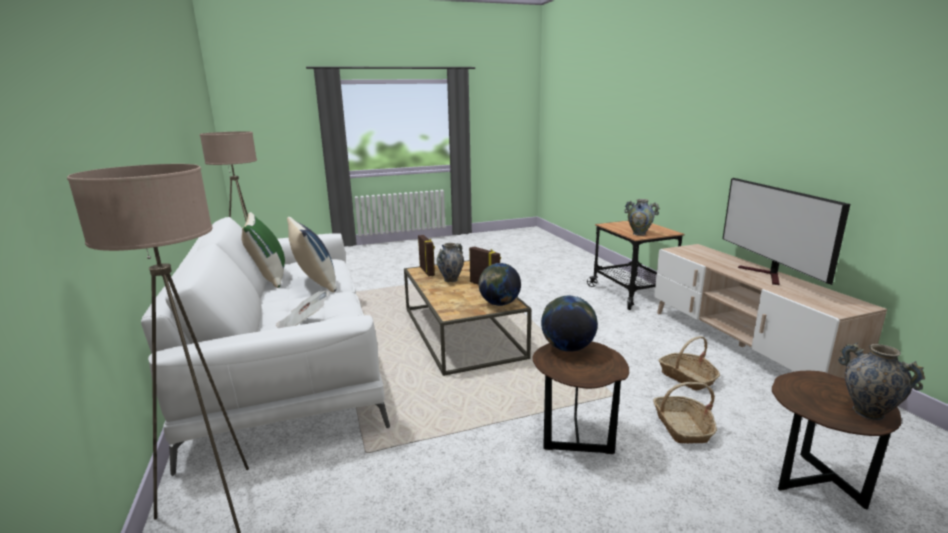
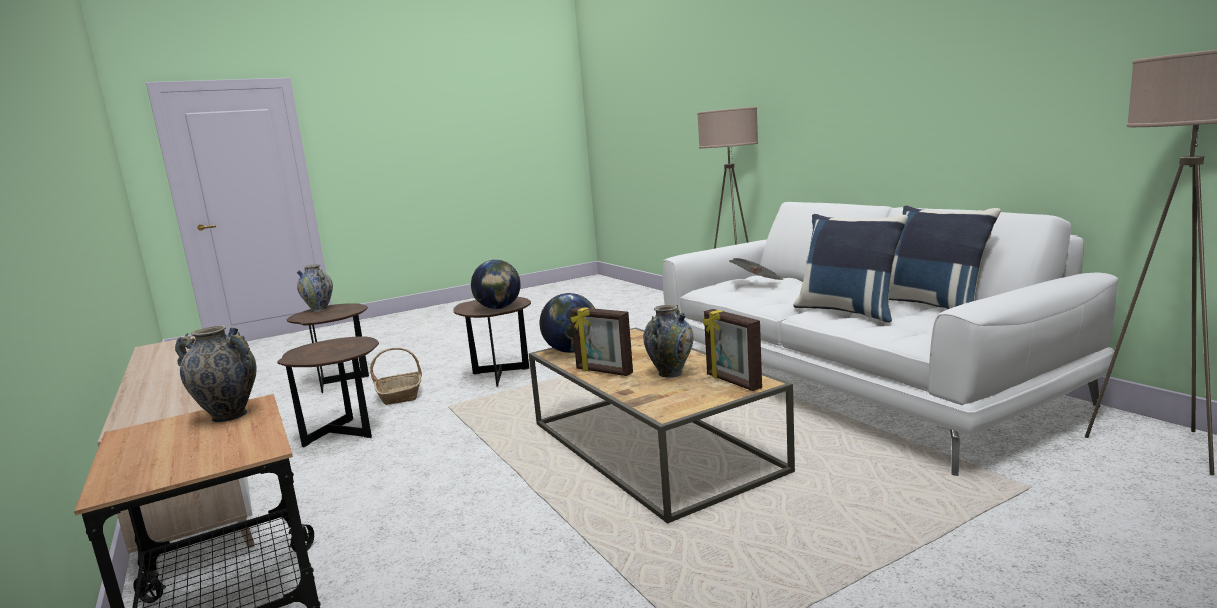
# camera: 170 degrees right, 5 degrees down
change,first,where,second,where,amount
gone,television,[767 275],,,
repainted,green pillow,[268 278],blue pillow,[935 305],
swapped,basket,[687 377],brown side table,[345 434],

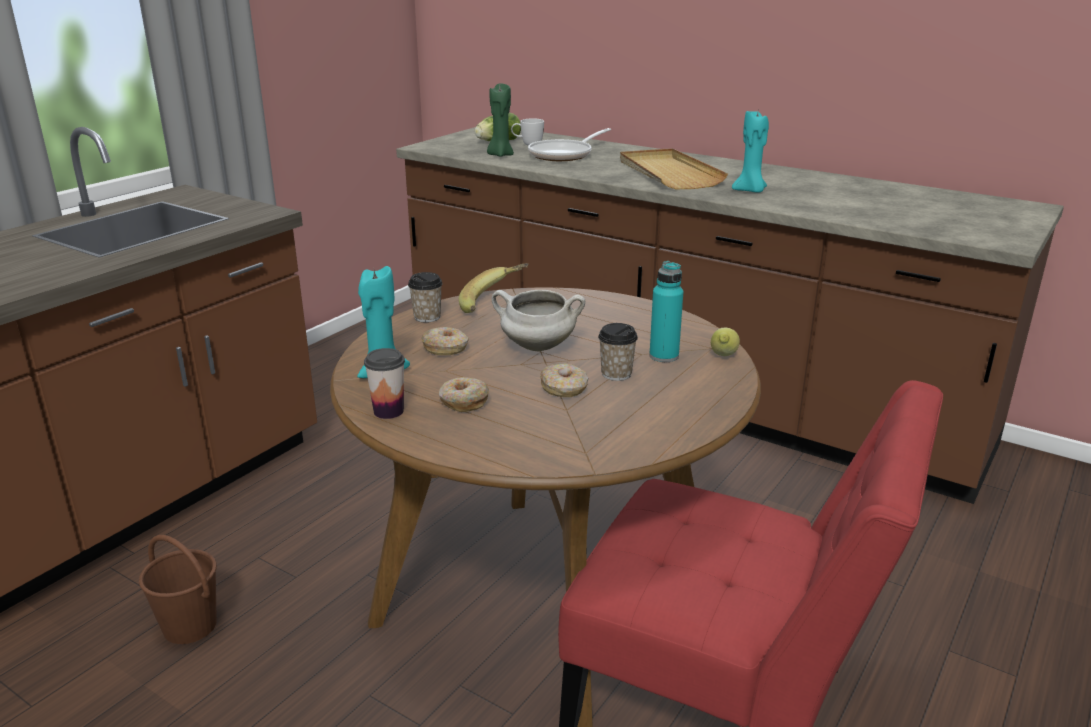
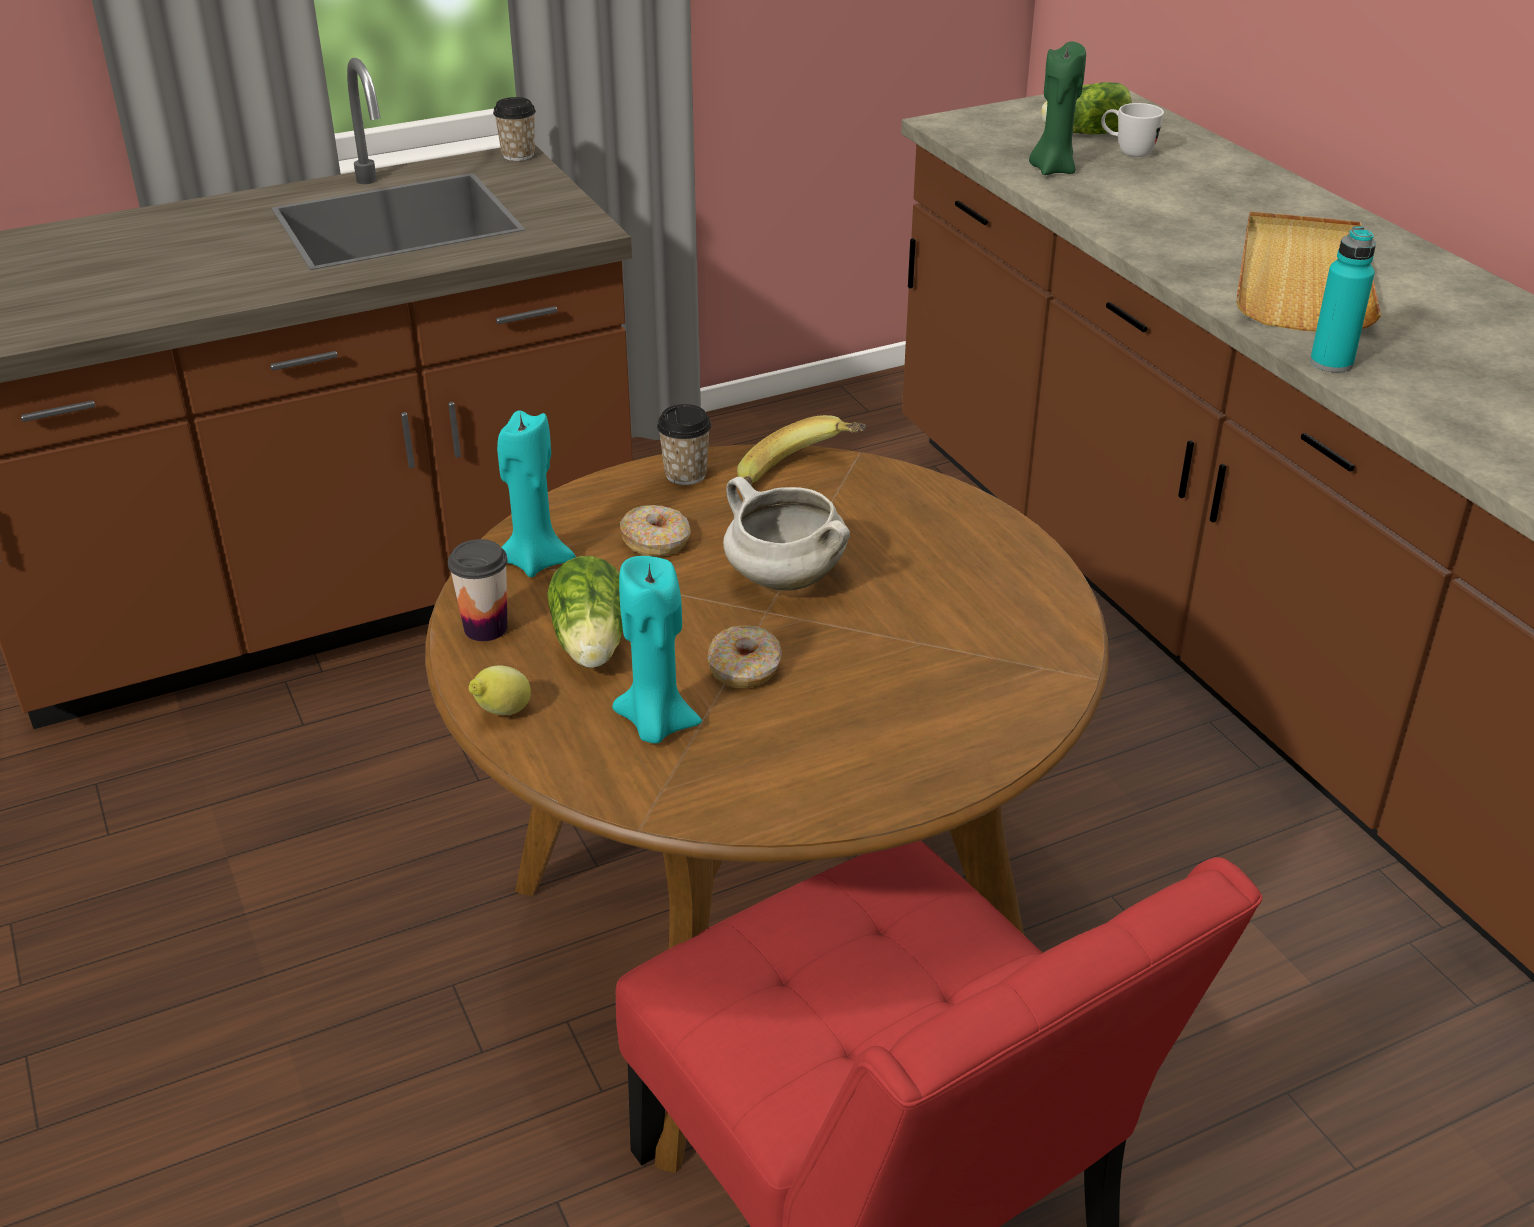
# camera: 30 degrees right, 10 degrees up
change,first,where,second,where,amount
shifted,turquoise candle,[750 191],,[656 725],
gone,frying pan,[564 155],,,
shifted,turquoise bottle,[664 356],,[1331 363],
shifted,cup,[616 374],,[518 155],
shifted,lemon,[723 356],,[501 713],
swapped,donut,[463 402],lettuce,[590 645],
gone,brown bucket,[189 626],,,

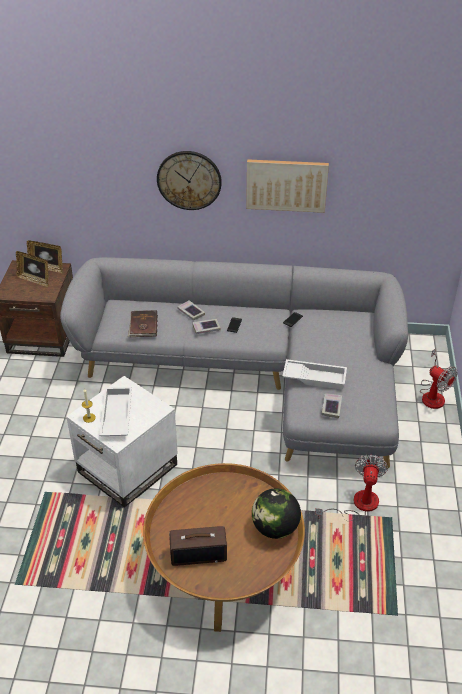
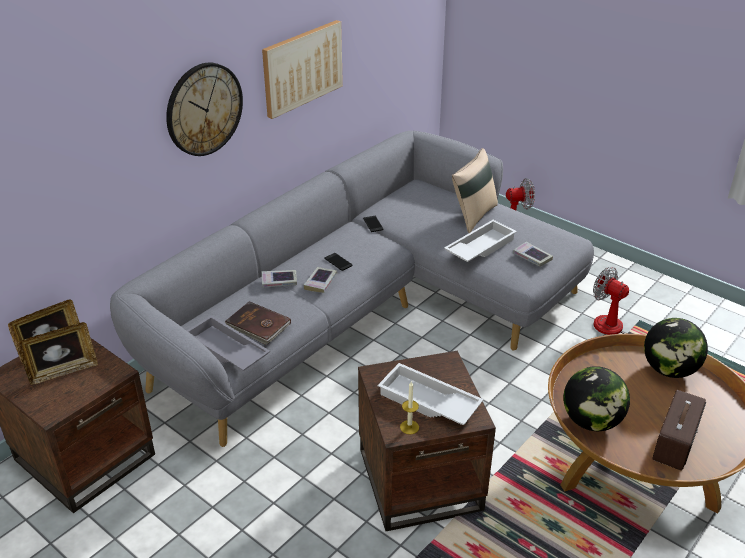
# camera: 55 degrees left, 5 degrees down
change,first,where,second,where,amount
repainted,white side table,[128 468],brown side table,[421 479],
new,,,beige pillow,[473 215],
new,,,grey tray,[226 350],
new,,,globe,[591 421],

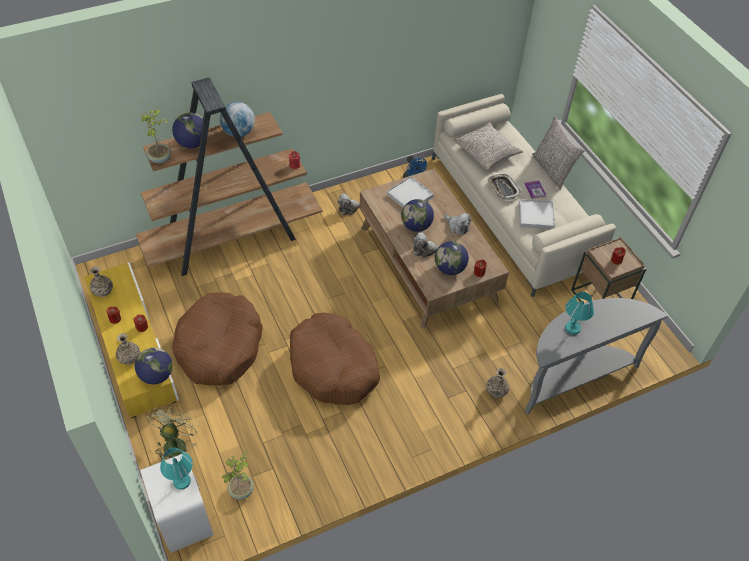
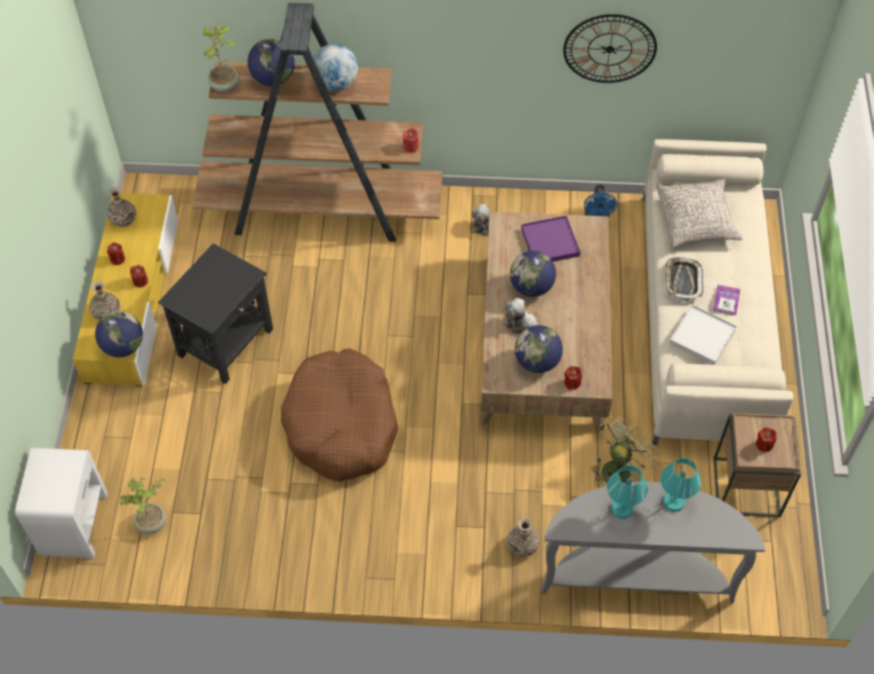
# camera: 30 degrees right, 5 degrees up
change,first,where,second,where,amount
gone,grey pillow,[552 170],,,
repainted,white tray,[409 196],purple tray,[550 242],
gone,plush toy,[457 226],,,
swapped,brown dog bed,[219 347],black side table,[226 341],
shifted,green fan,[175 443],,[618 468],
shifted,turquoise table lamp,[182 481],,[674 501],
new,,,wall clock,[609 49],

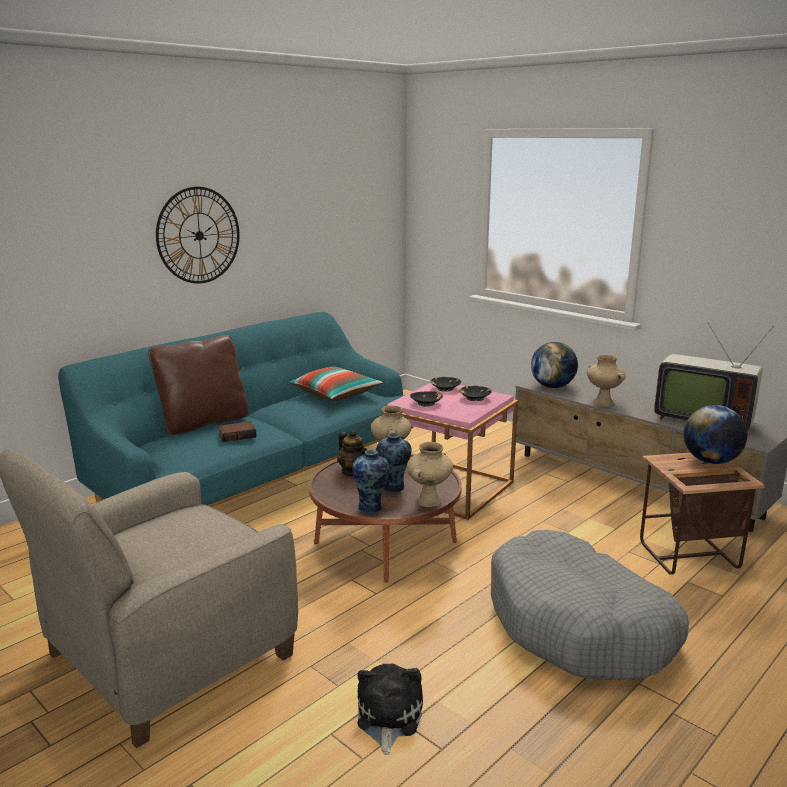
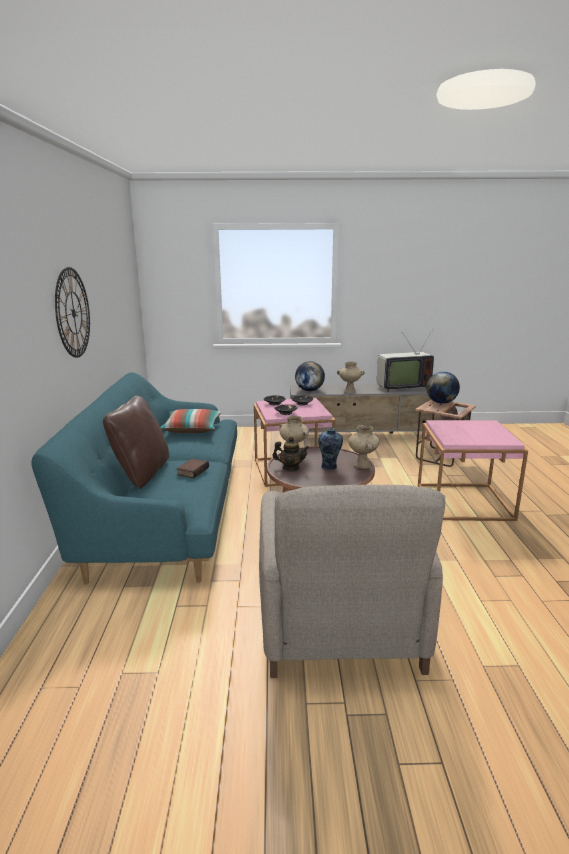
# camera: 45 degrees left, 0 degrees up
change,first,where,second,where,amount
gone,vase,[371 507],,,
swapped,grey dog bed,[579 626],pink side table,[463 501],
gone,plush toy,[388 718],,,

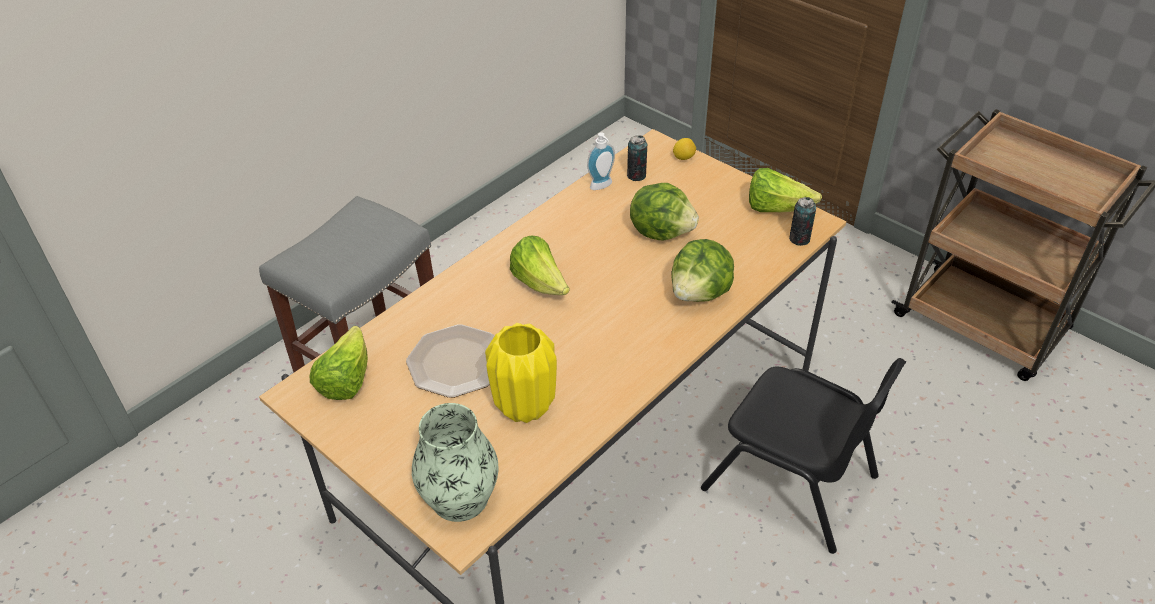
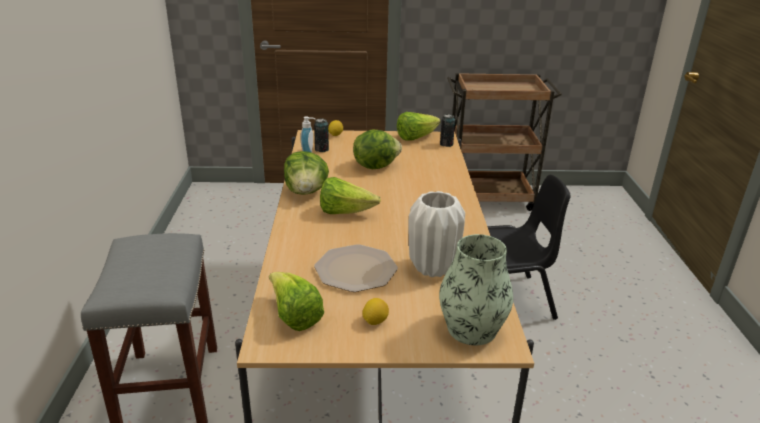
# camera: 45 degrees left, 15 degrees down
change,first,where,second,where,amount
shifted,lettuce,[700 293],,[306 192],
repainted,yellow vase,[524 407],white vase,[433 268],
new,,,lemon,[375 321],

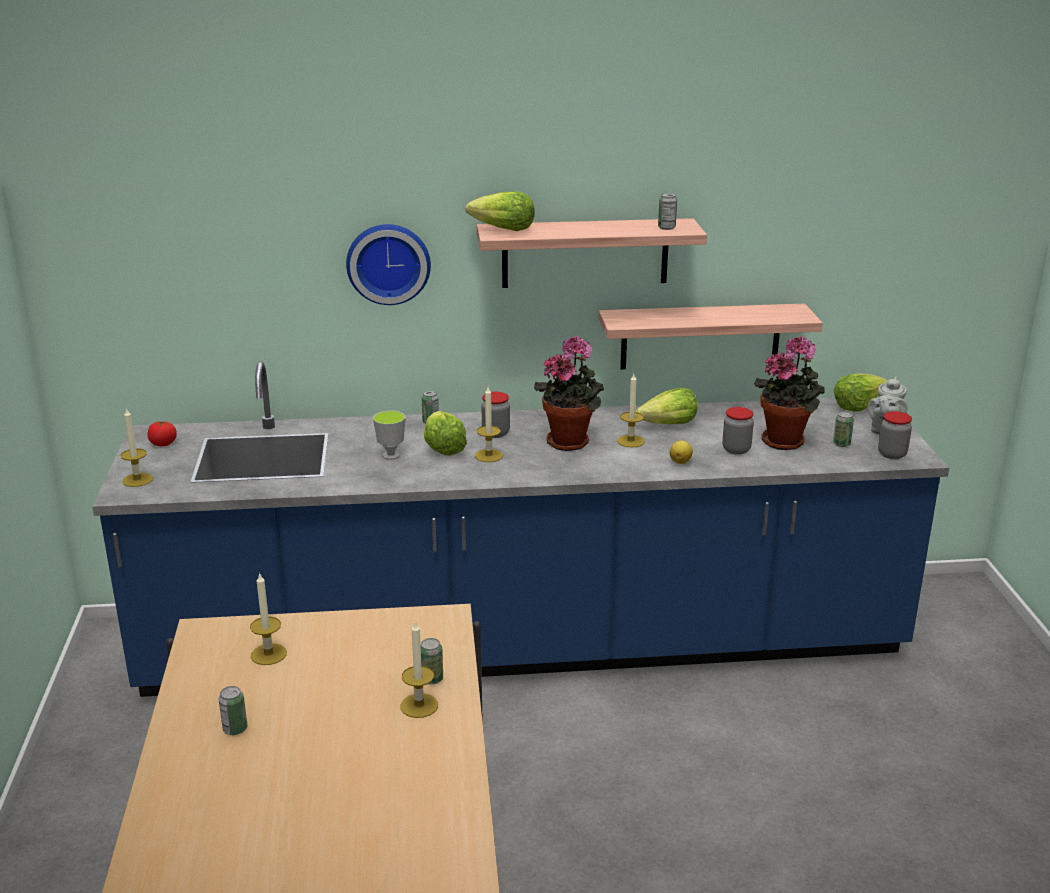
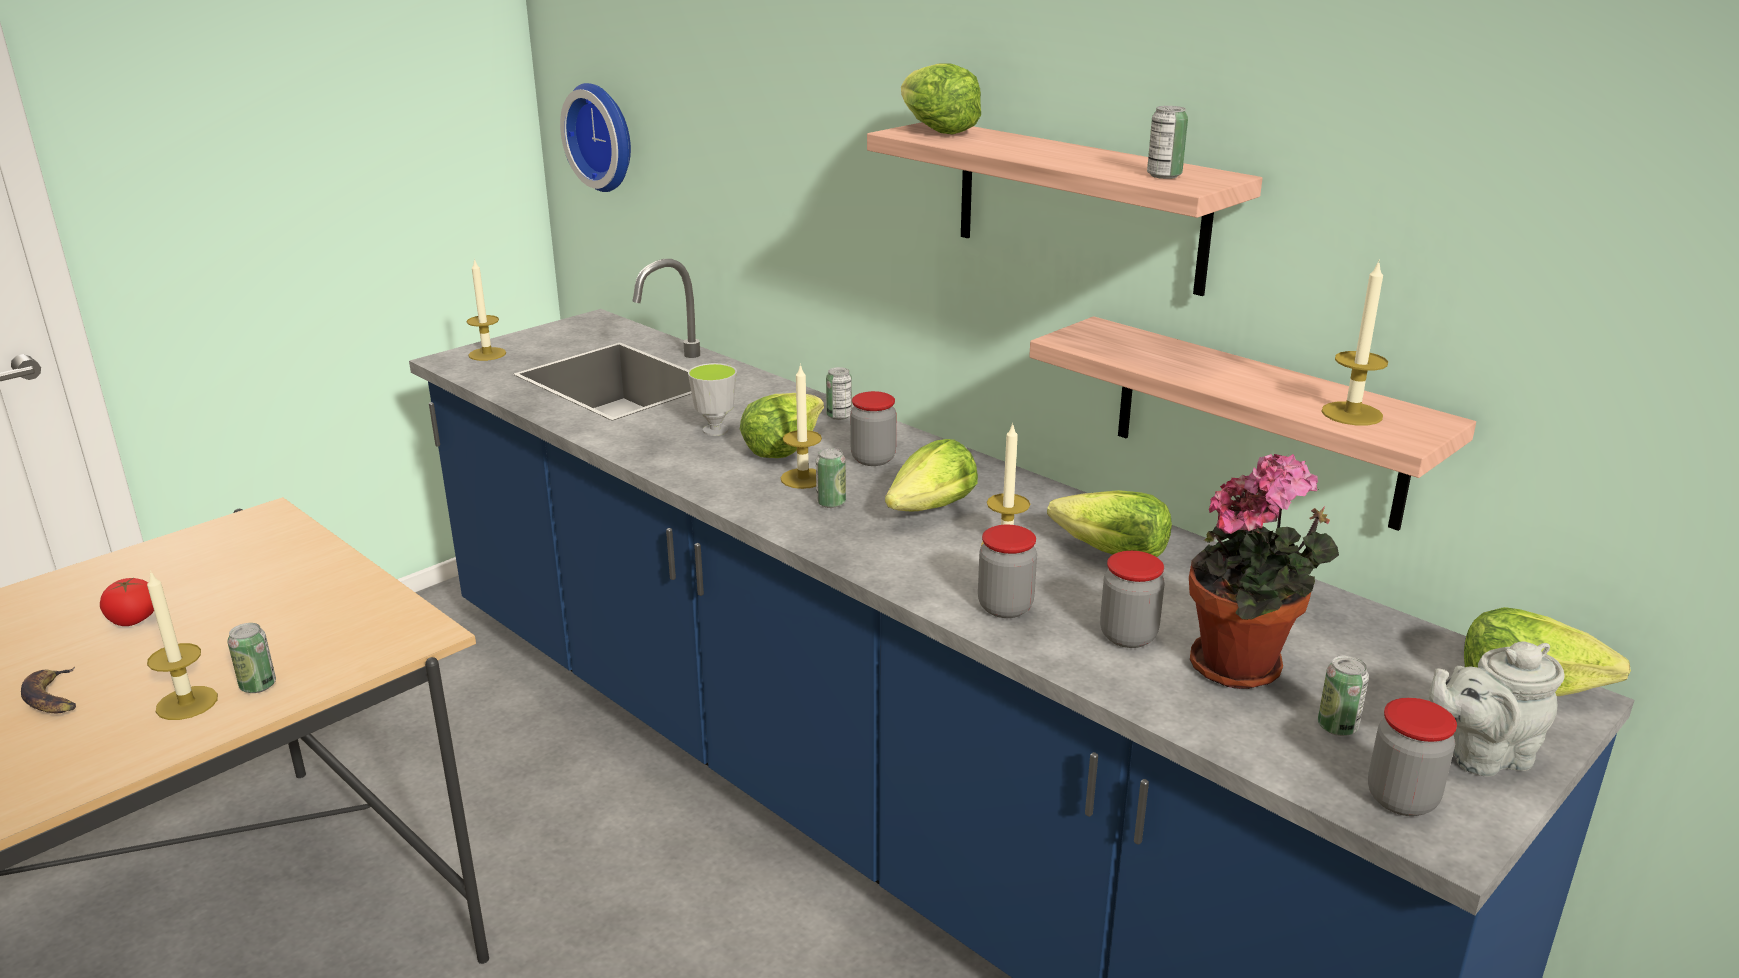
# camera: 50 degrees right, 0 degrees up
change,first,where,second,where,amount
shifted,wall clock,[388 262],,[604 136],
swapped,potted plant,[570 441],lettuce,[932 509],
shifted,tomato,[163 443],,[134 620],
swapped,lemon,[681 462],jar,[1005 607],
shifted,candle,[268 654],,[1352 414],
shifted,can,[235 729],,[831 503],
new,,,banana,[54 697],

